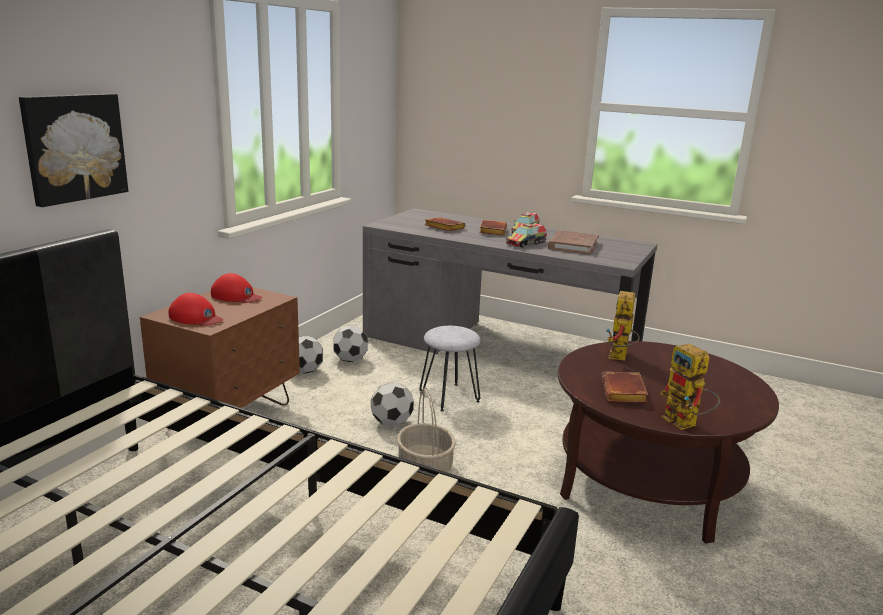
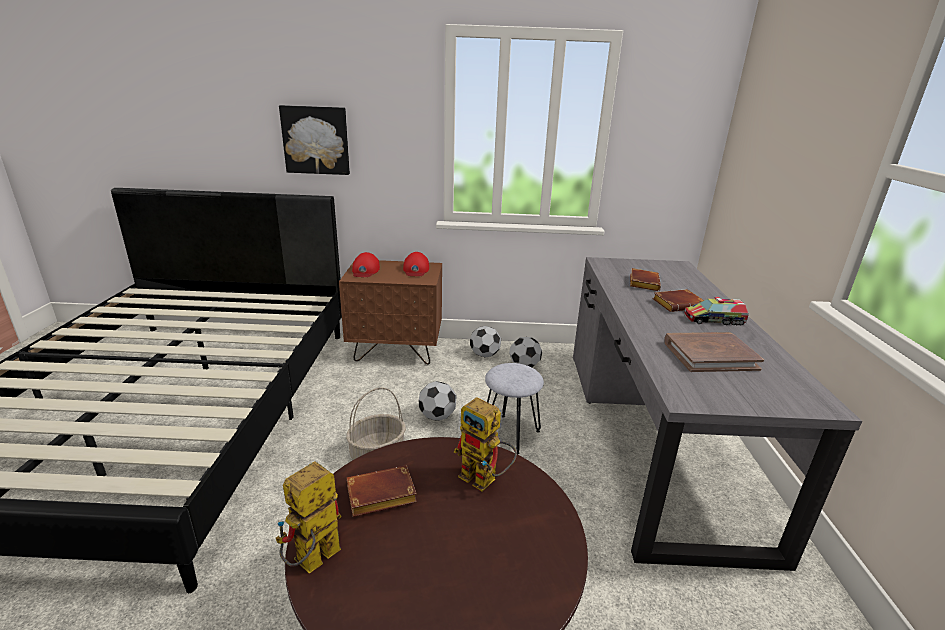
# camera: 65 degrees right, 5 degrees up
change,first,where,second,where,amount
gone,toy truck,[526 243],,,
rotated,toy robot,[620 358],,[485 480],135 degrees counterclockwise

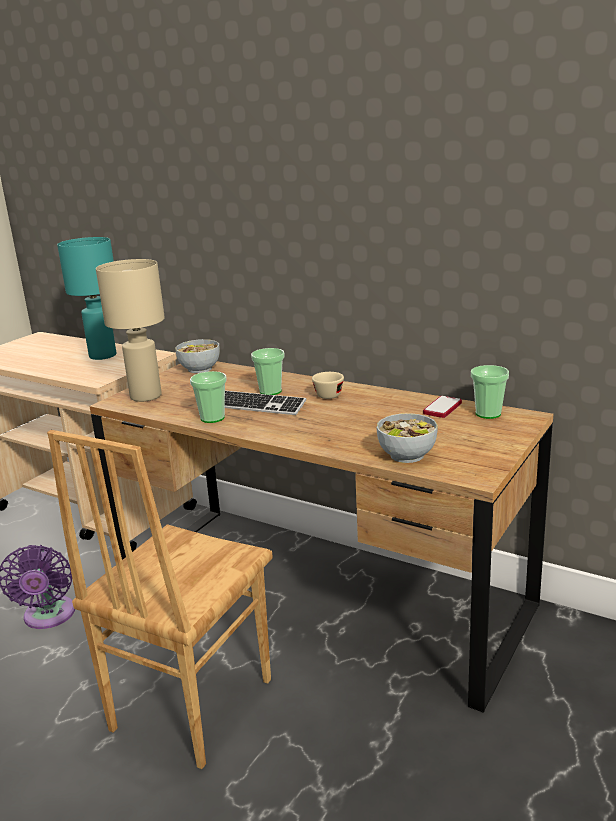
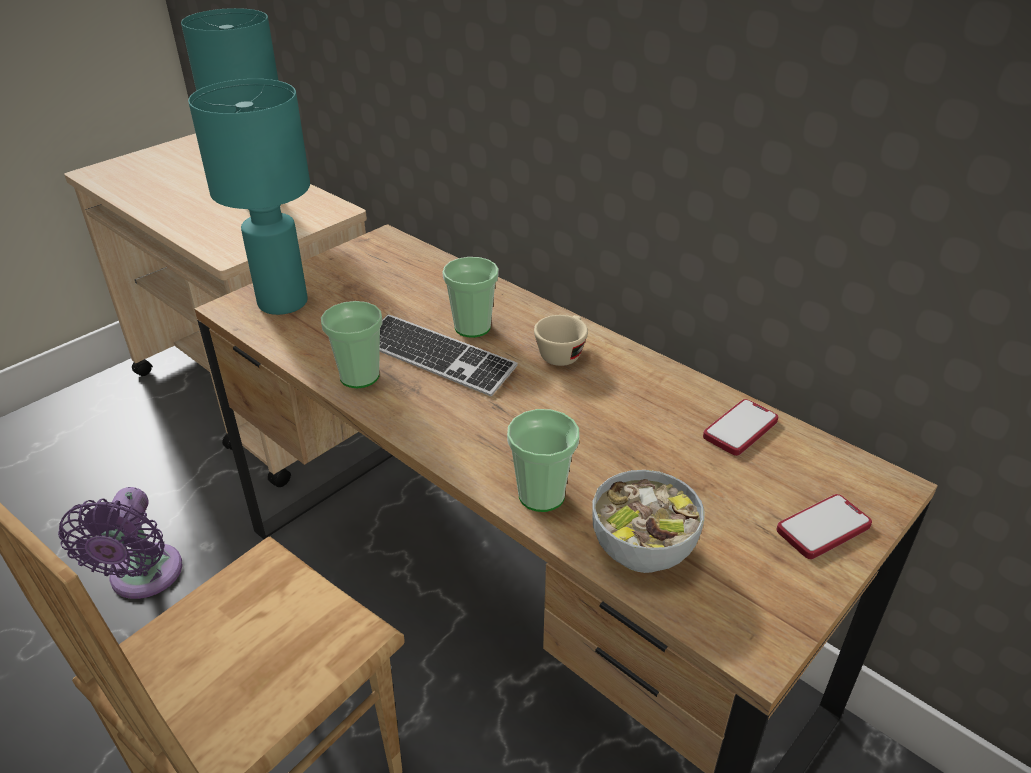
# camera: 10 degrees right, 15 degrees up
change,first,where,second,where,amount
repainted,beige table lamp,[146 396],turquoise table lamp,[284 302],
gone,bowl,[199 369],,,
shifted,cup,[488 414],,[541 495],
new,,,phone,[823 528],

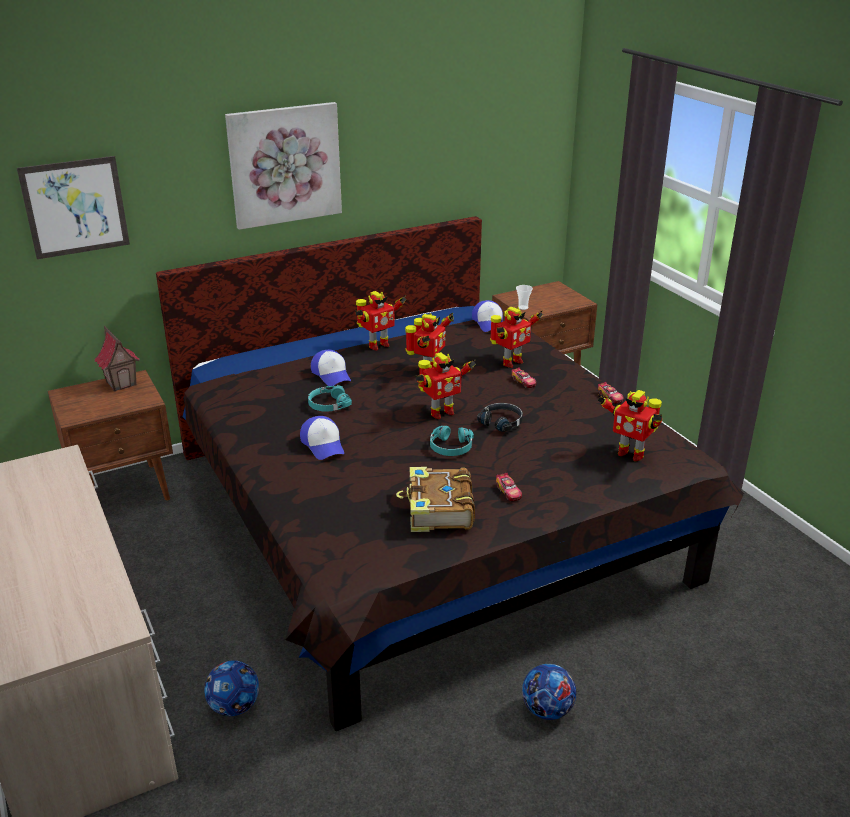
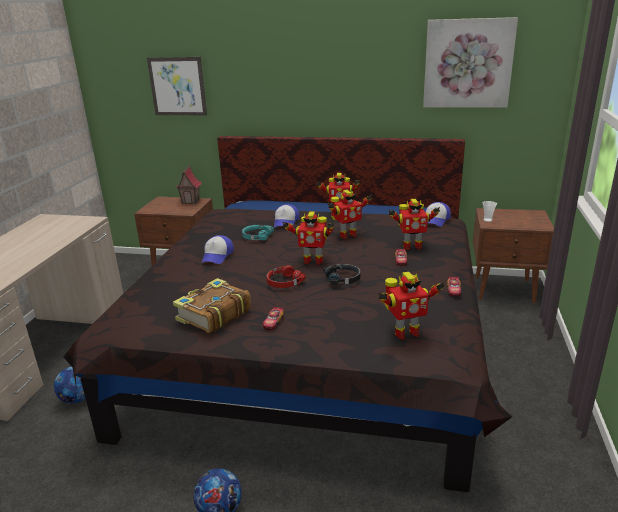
# camera: 40 degrees right, 5 degrees down
change,first,where,second,where,amount
shifted,picture,[284 164],,[468 63],
rotated,toy robot,[630 453],,[405 333],90 degrees counterclockwise
repainted,turquoise headphones,[450 447],red headphones,[284 282],

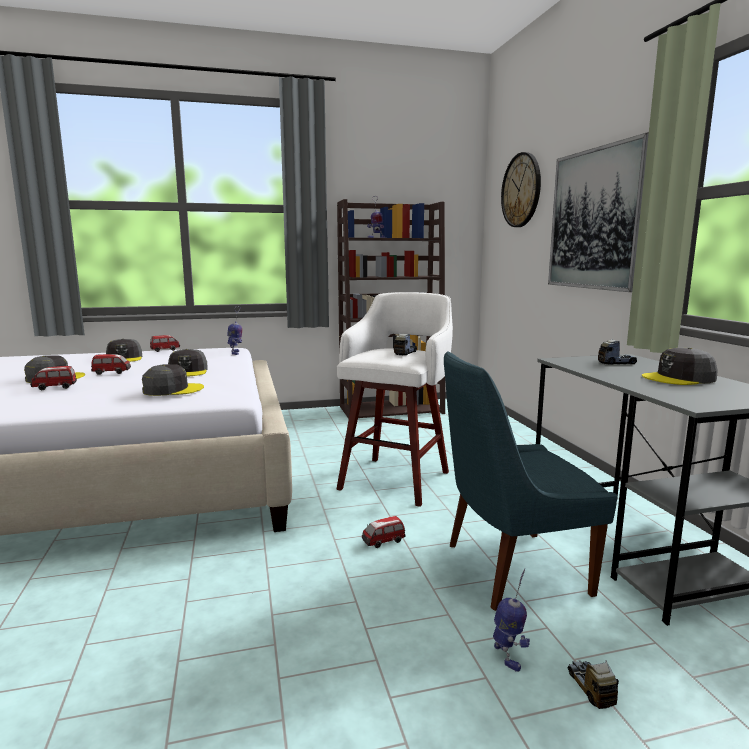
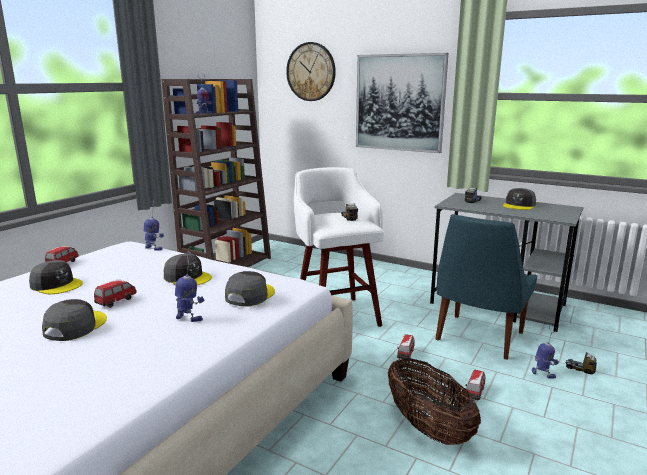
# camera: 45 degrees left, 5 degrees up
change,first,where,second,where,amount
shifted,toy car,[54 388],,[475 393],
new,,,toy robot,[189 318],
new,,,basket,[428 428],

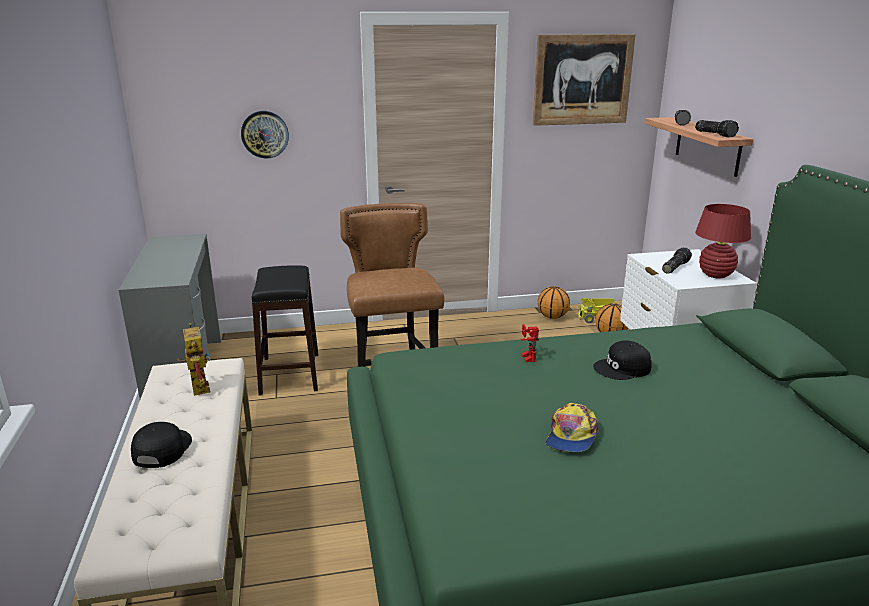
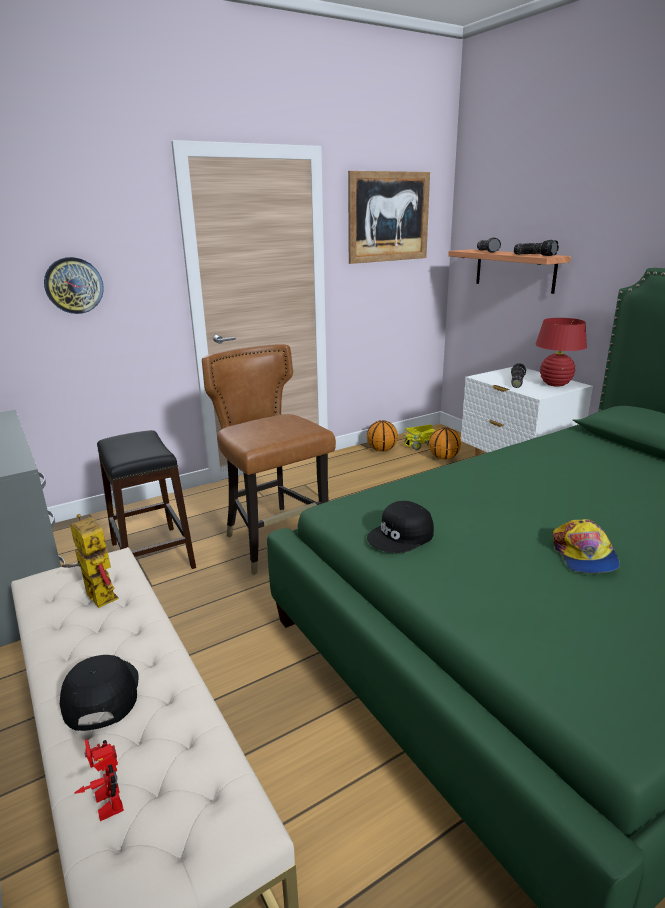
# camera: 20 degrees left, 0 degrees up
change,first,where,second,where,amount
shifted,toy robot,[526 357],,[103 802],
shifted,black cap,[623 368],,[401 536],

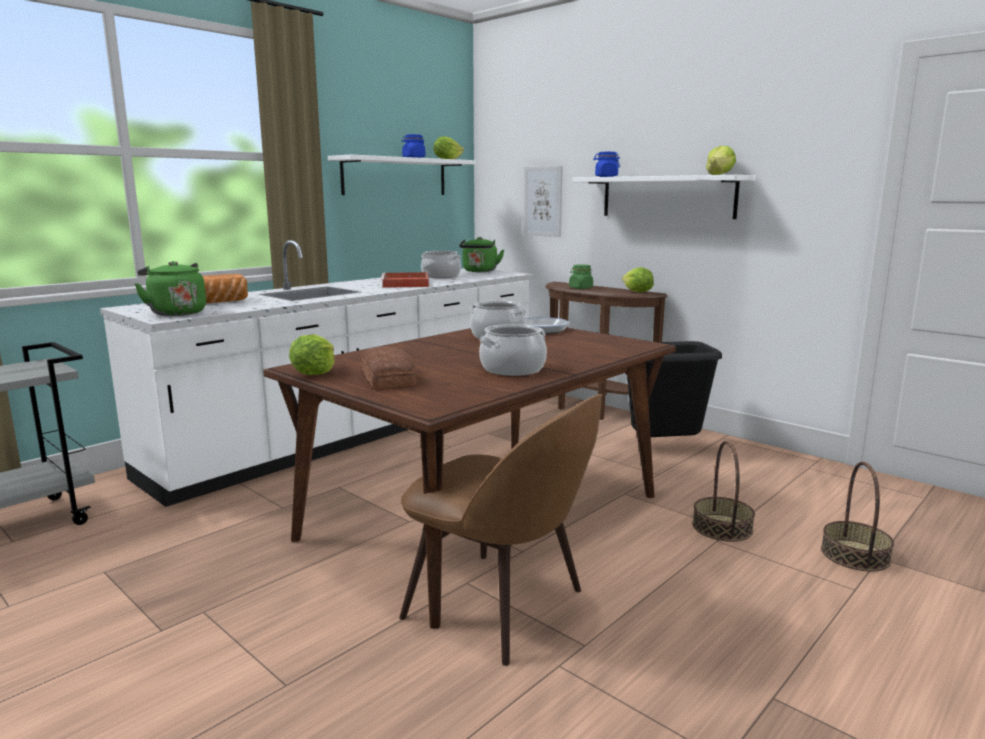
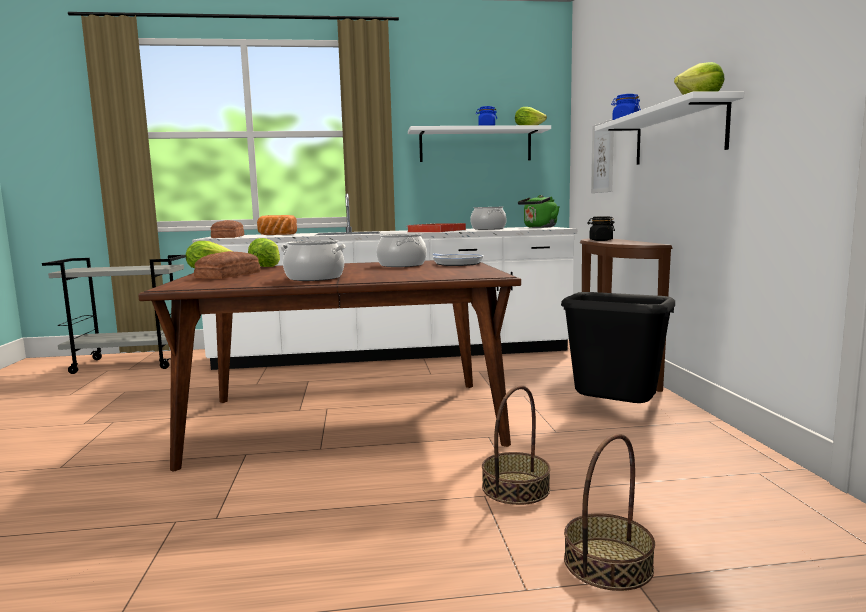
# camera: 40 degrees right, 5 degrees down
change,first,where,second,where,amount
swapped,green kettle,[176 313],bread,[229 237],
repainted,green jar,[580 288],black jar,[600 240],
shifted,lettuce,[637 292],,[266 267],
gone,brown chair,[500 606],,,

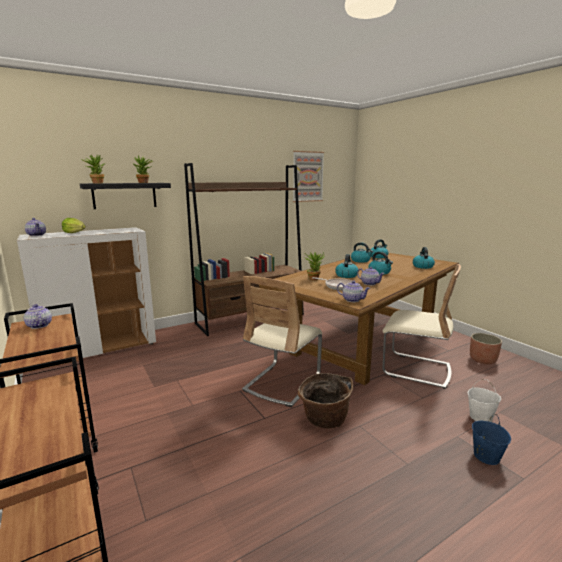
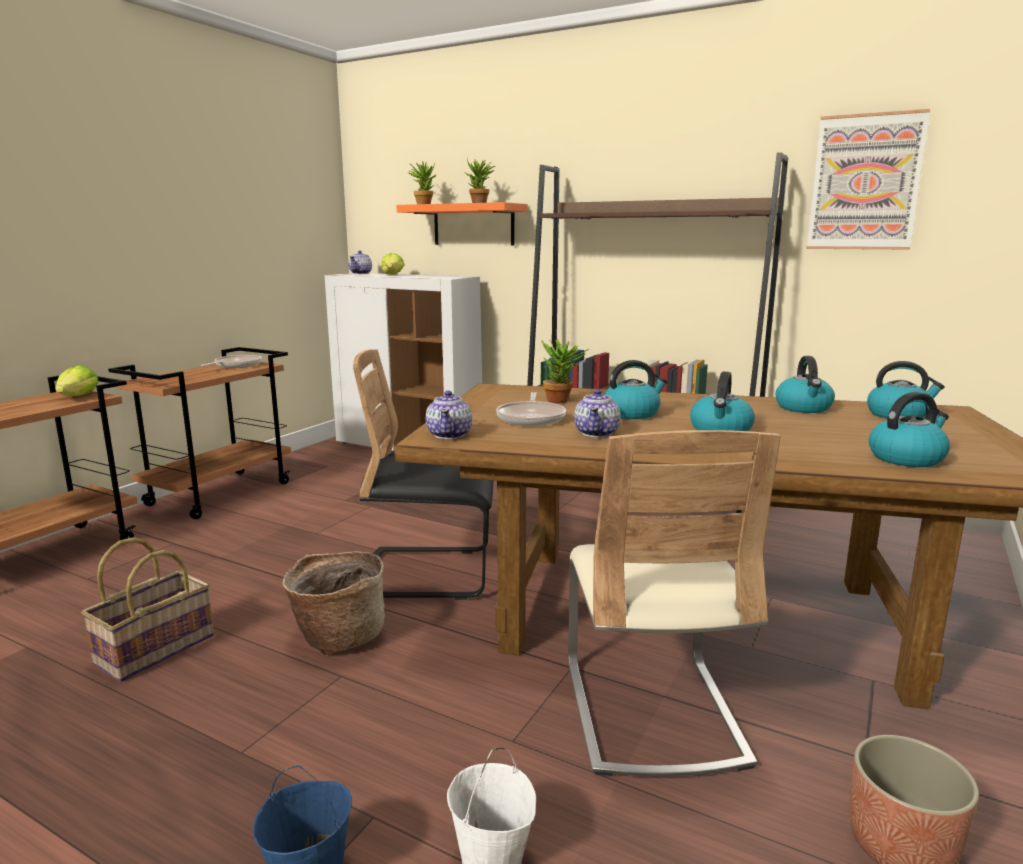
# camera: 60 degrees right, 0 degrees up
change,first,where,second,where,amount
repainted,black shelf,[124 195],orange shelf,[473 225],
repainted,beige chair,[282 383],black chair,[428 573],
swapped,teapot,[39 326],frying pan,[236 365],
new,,,lettuce,[78 397],
new,,,basket,[155 649],

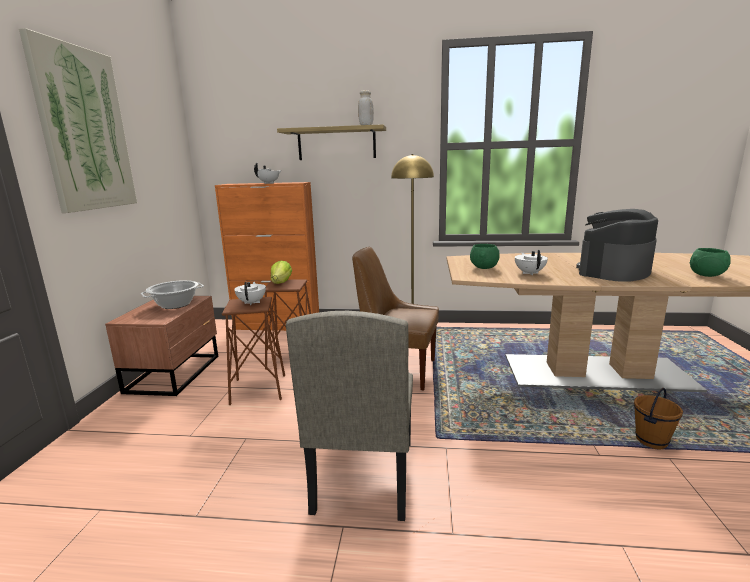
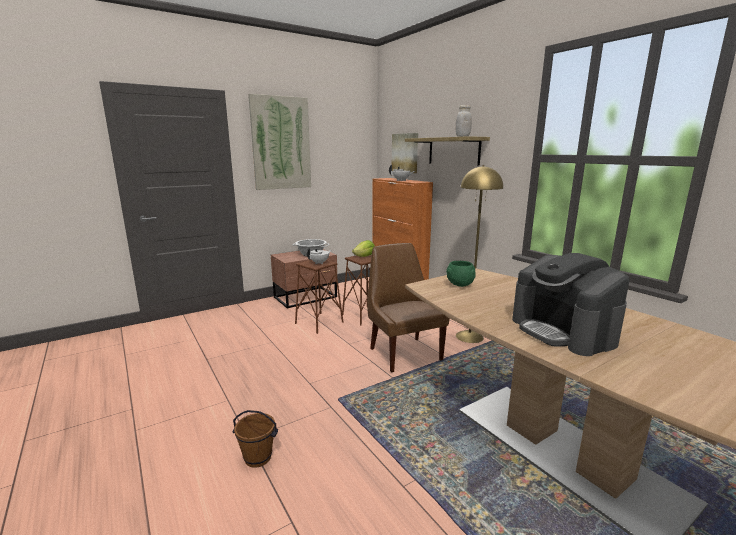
# camera: 50 degrees right, 0 degrees up
change,first,where,second,where,amount
rotated,coffee machine,[613 271],,[563 331],120 degrees counterclockwise
gone,green bowl,[706 275],,,
gone,white teapot,[529 273],,,
gone,beige chair,[363 475],,,
shifted,brown bucket,[650 440],,[258 457],
new,,,picture,[405 153],

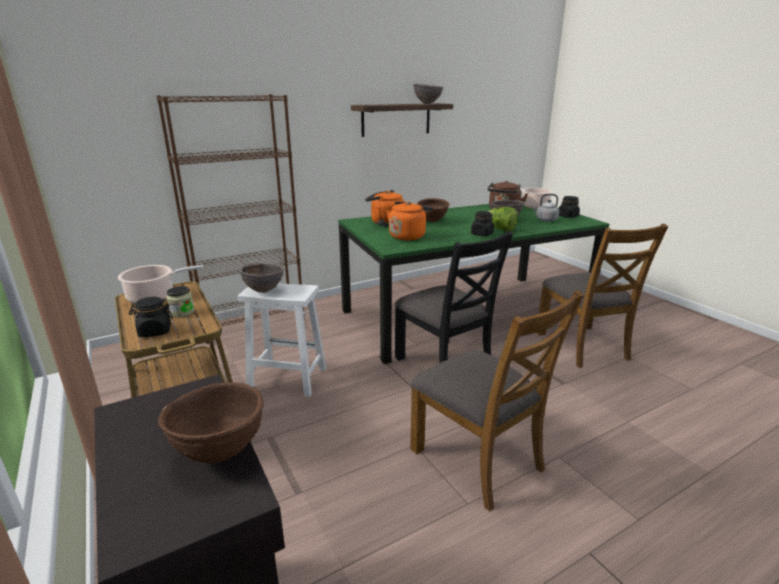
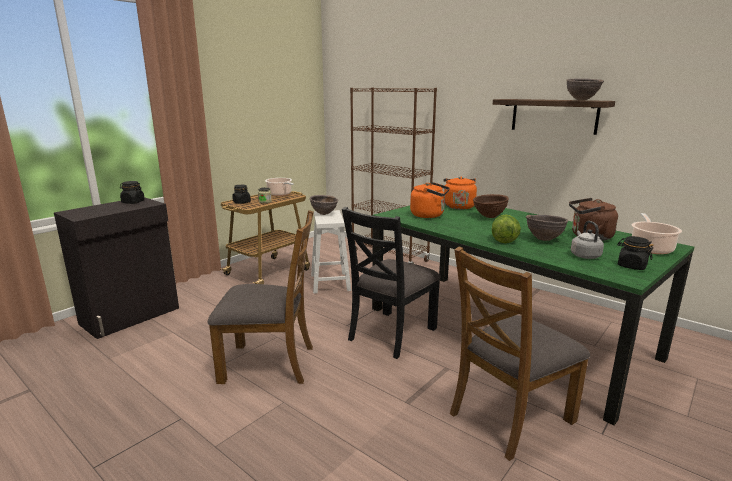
# camera: 70 degrees right, 5 degrees down
change,first,where,second,where,amount
shifted,black jar,[482 234],,[133 202],
rotated,brown chair,[478 459],,[269 363],120 degrees counterclockwise
gone,brown bowl,[221 452],,,

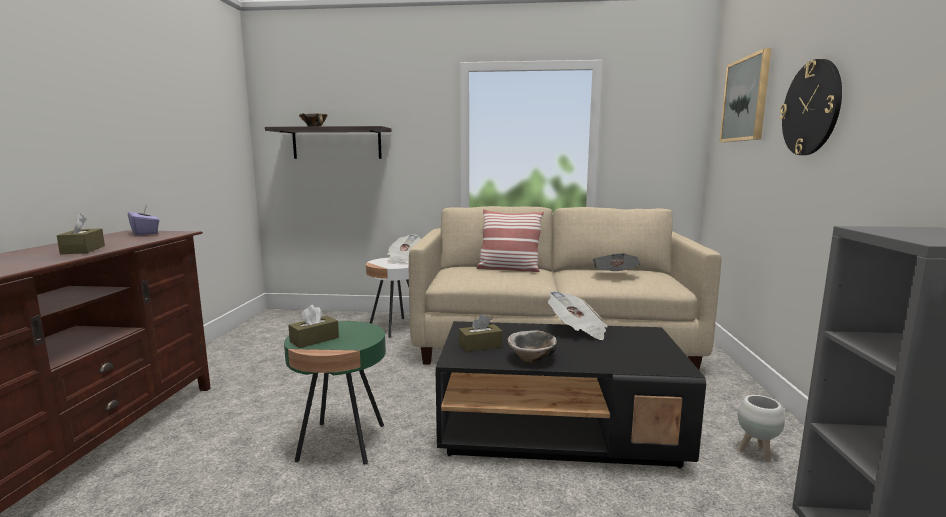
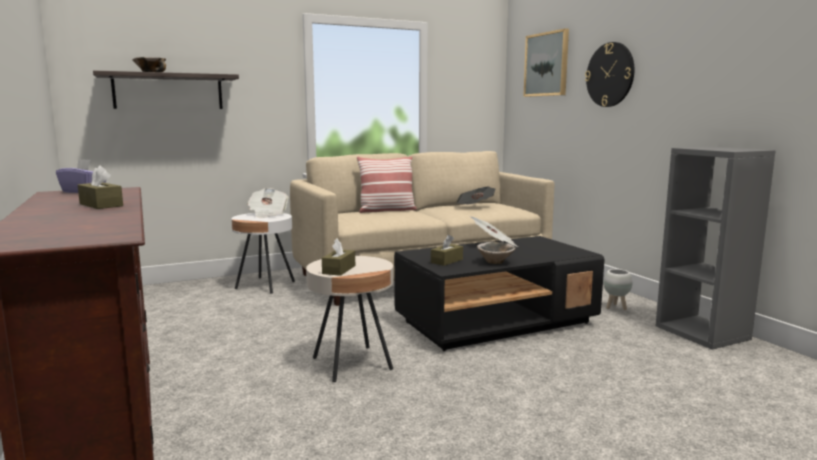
# camera: 30 degrees left, 0 degrees up
change,first,where,second,where,amount
repainted,green side table,[342 443],beige side table,[352 364],

